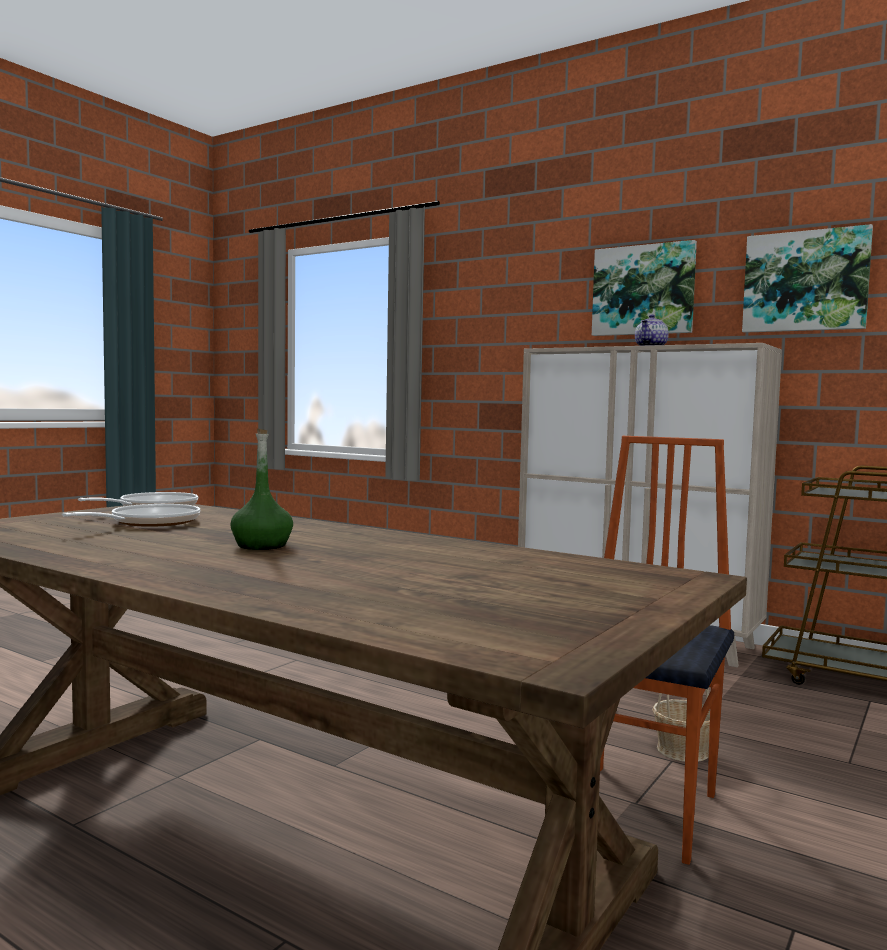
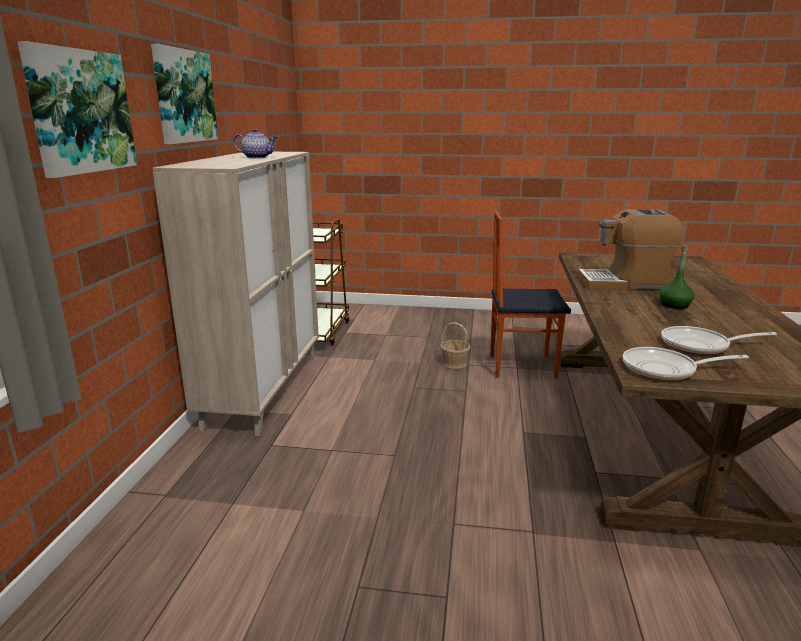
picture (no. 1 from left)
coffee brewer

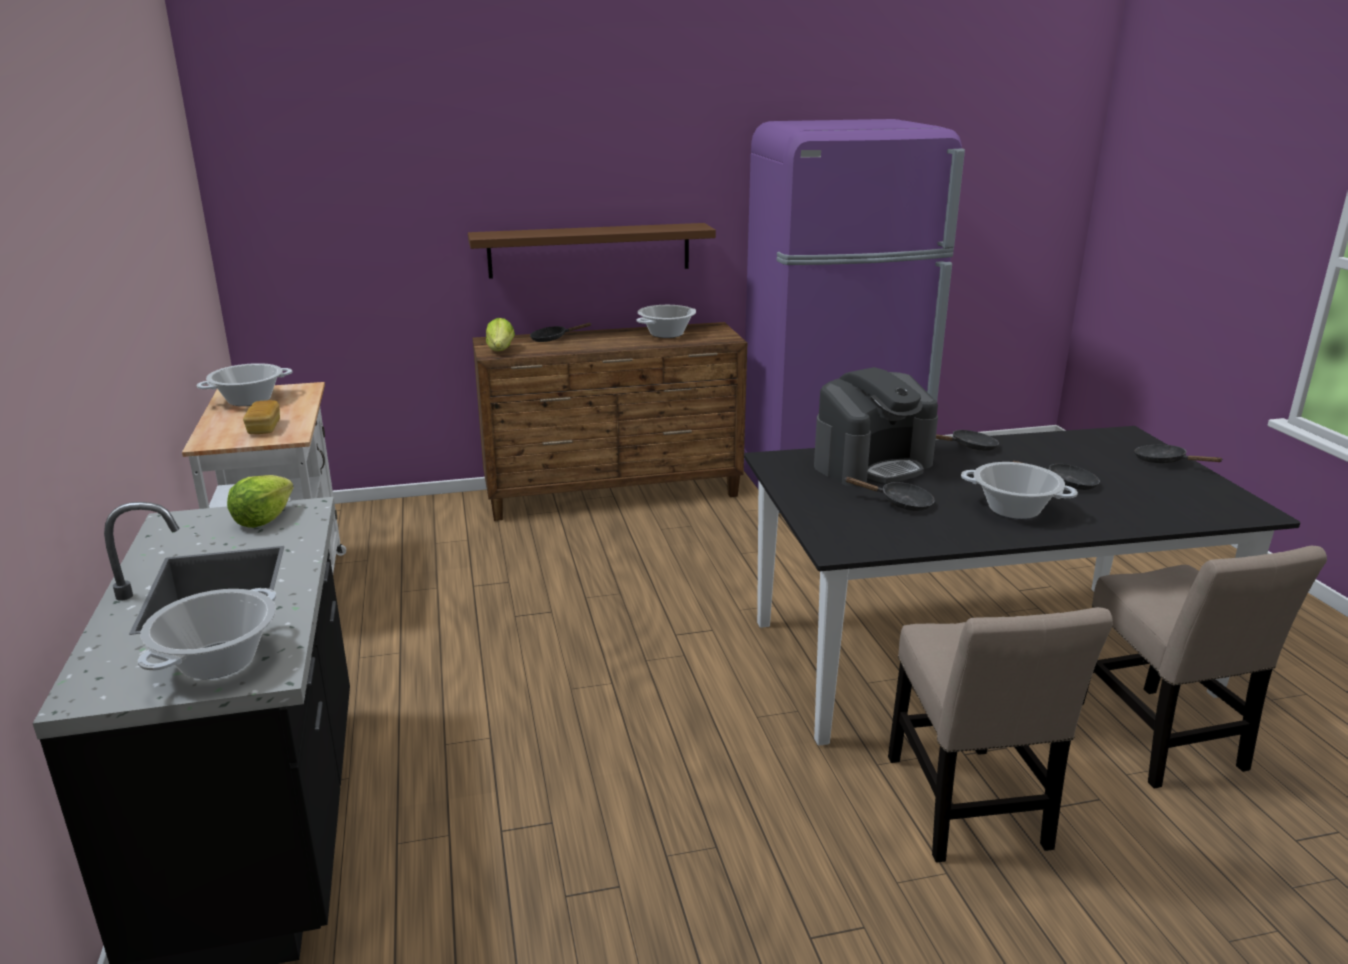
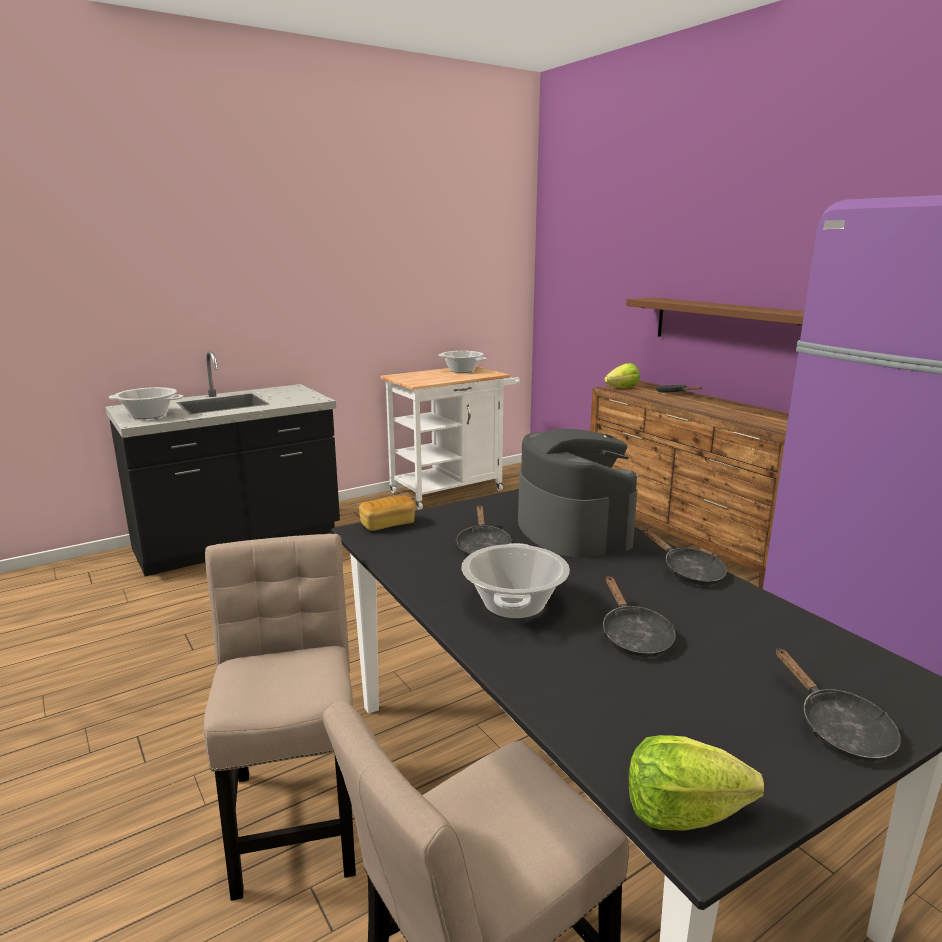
cooking pot (no. 3 from left in the first image)
coffee brewer
bakery bread
skillet (black-coloured) (no. 5 from left)
lettuce head (no. 2 from left)
upright chair (sand-coloured) (no. 1 from left)

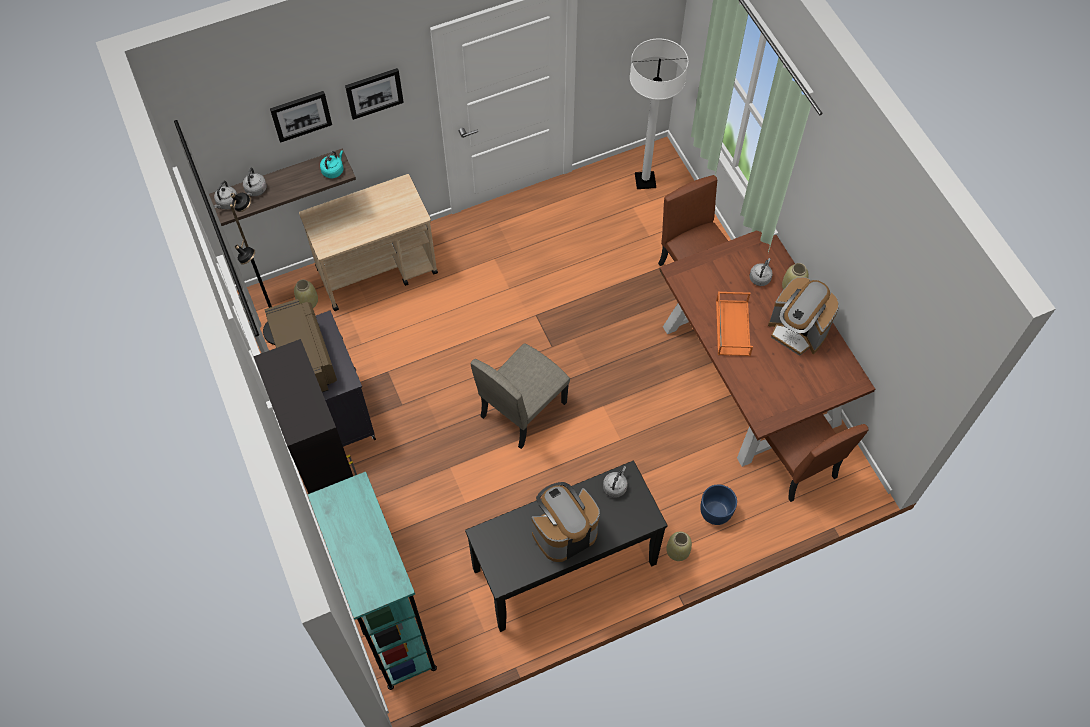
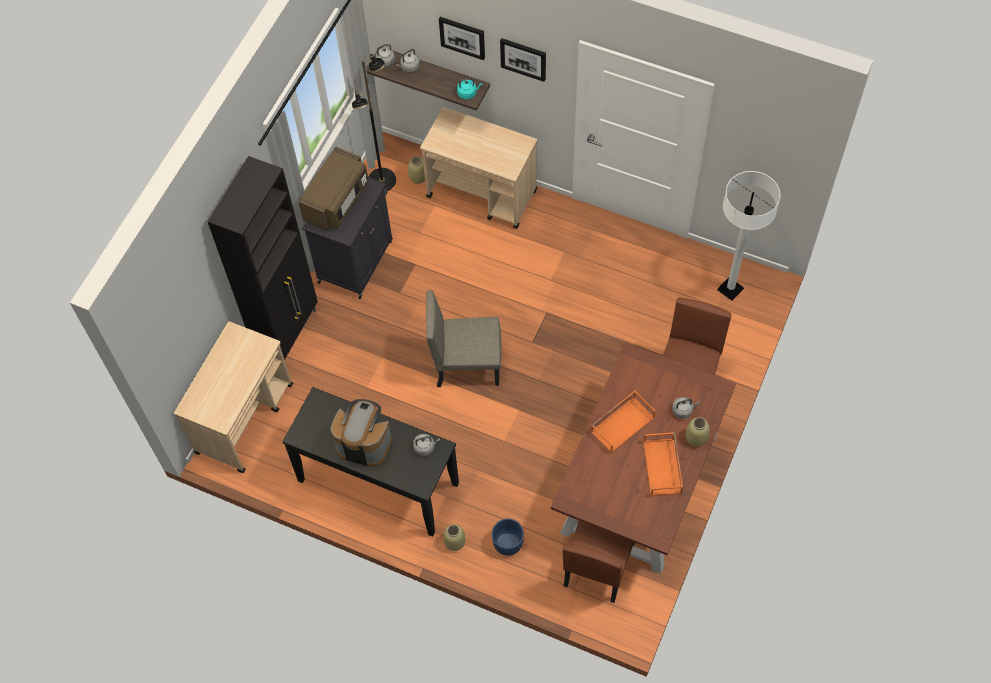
tray (orange) (no. 2 from left)
cart (sand-coloured) (no. 1 from left)

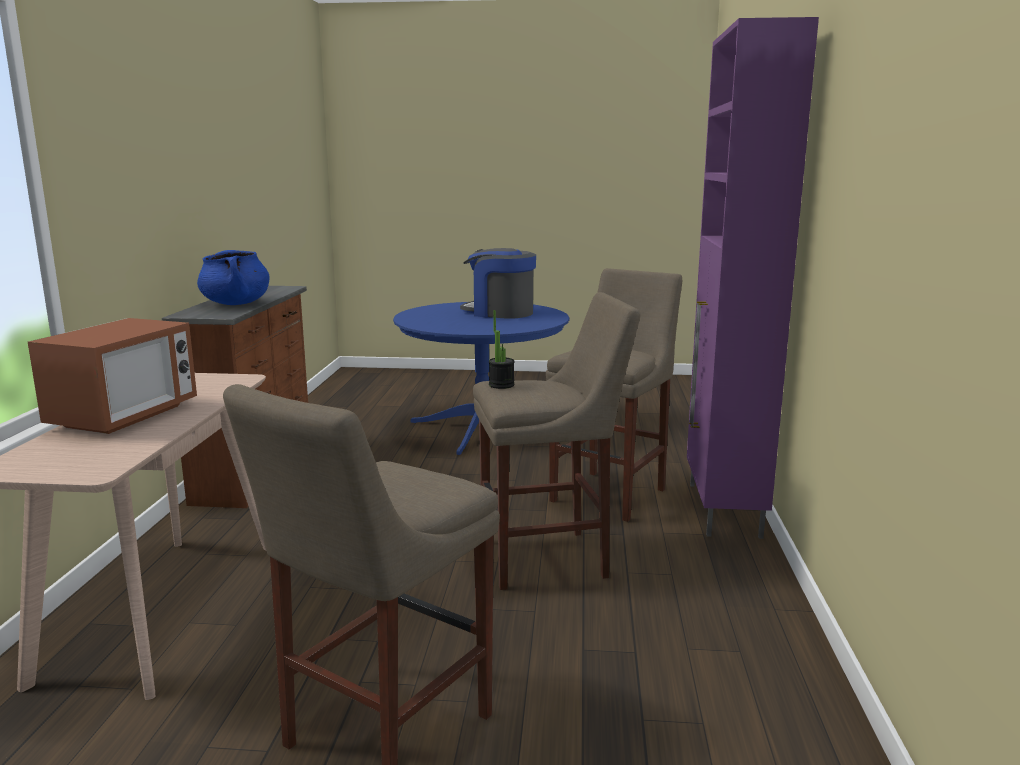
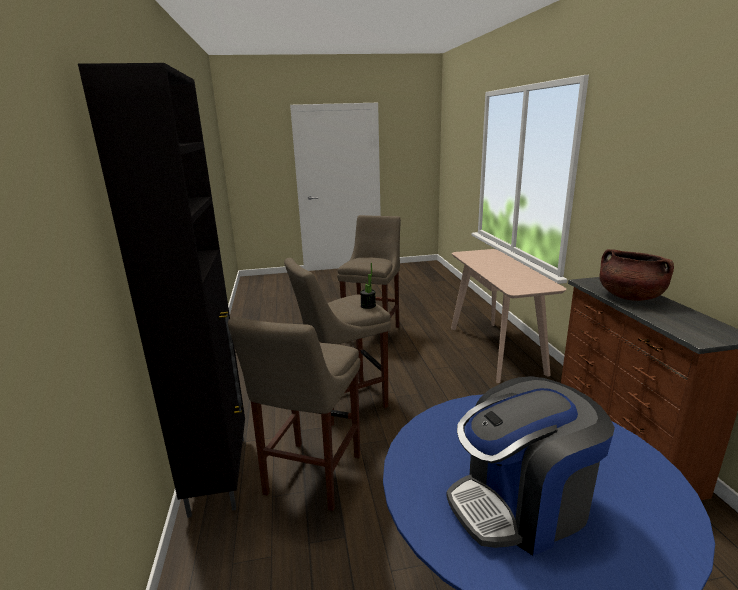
cabinet (black-coloured)
coffee brewer
cooking pot (brown-coloured)
kitchen microwave

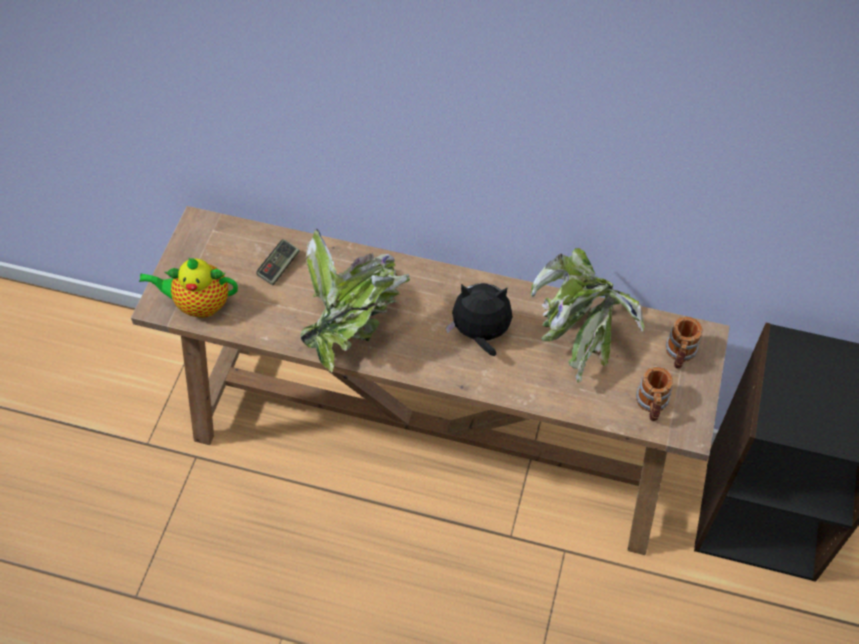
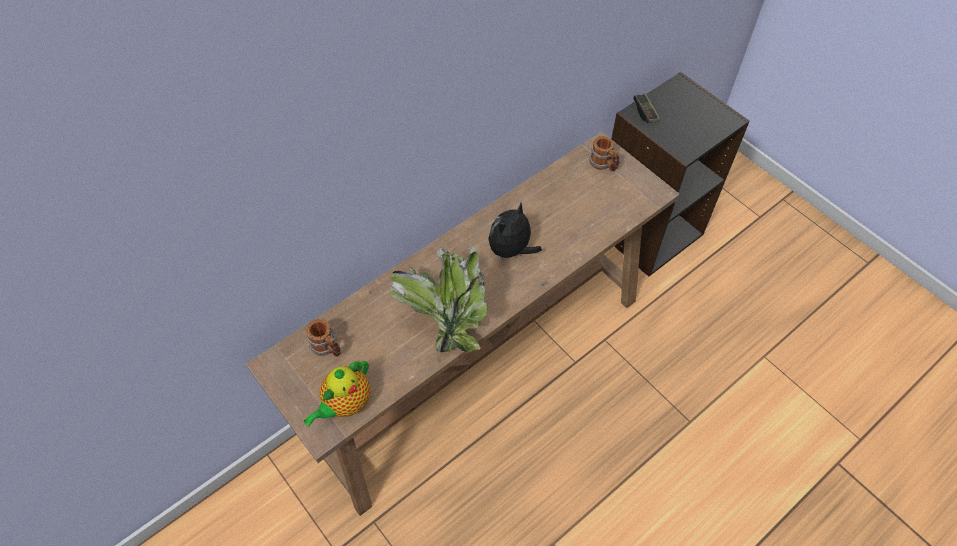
game controller
potted plant (no. 2 from left in the first image)
mug (no. 1 from left)

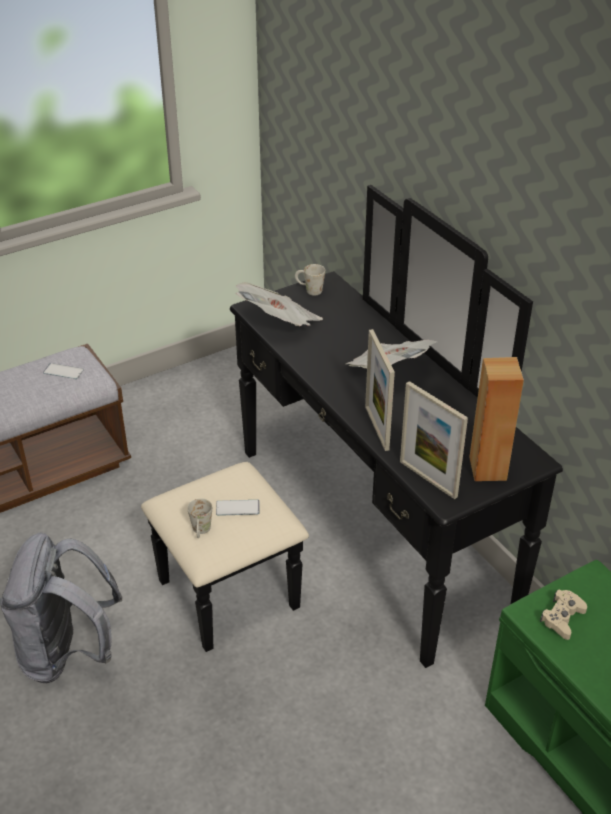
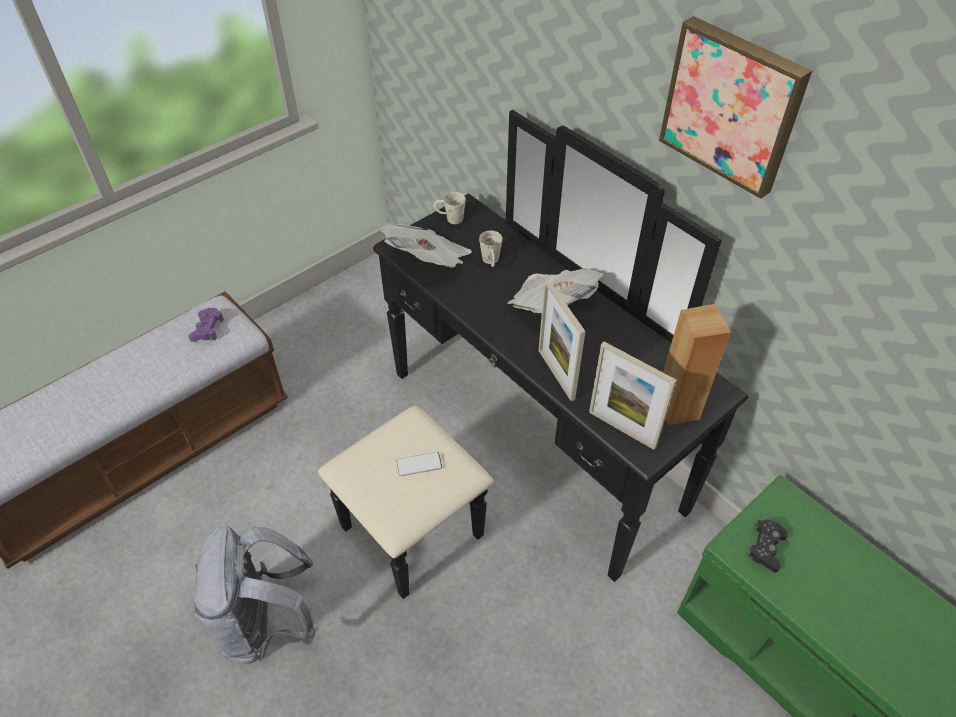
game controller (purple-coloured)
mug (white) (no. 2 from left)
game controller (black-coloured)
picture

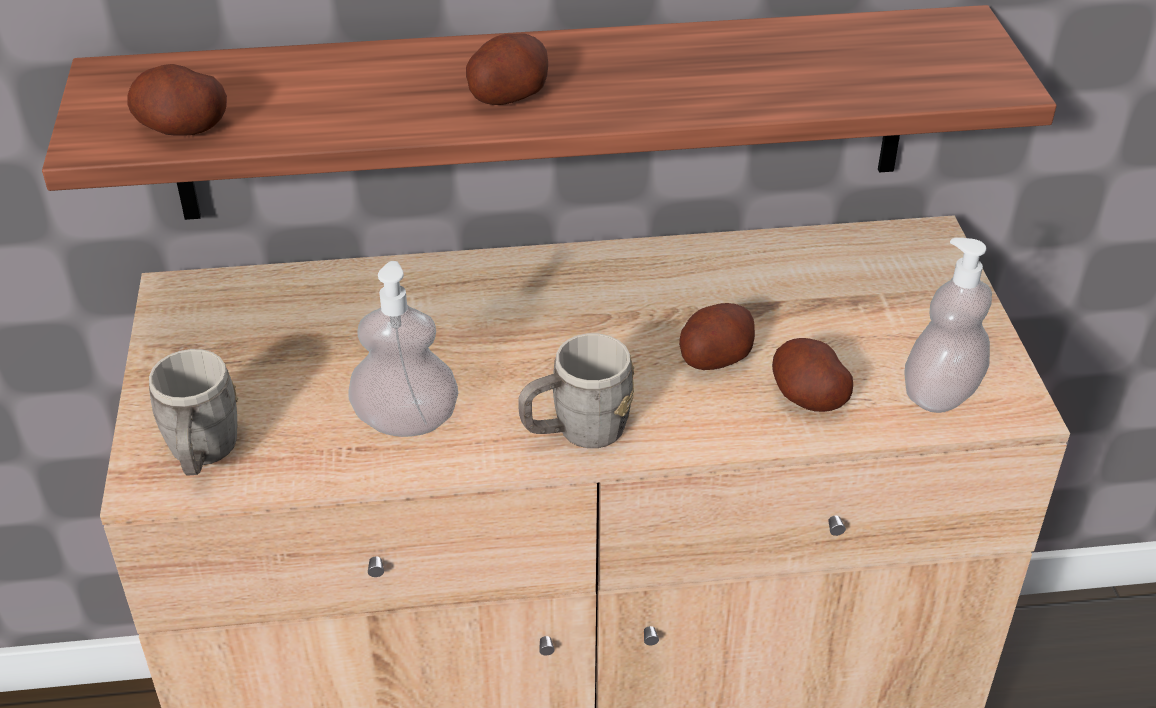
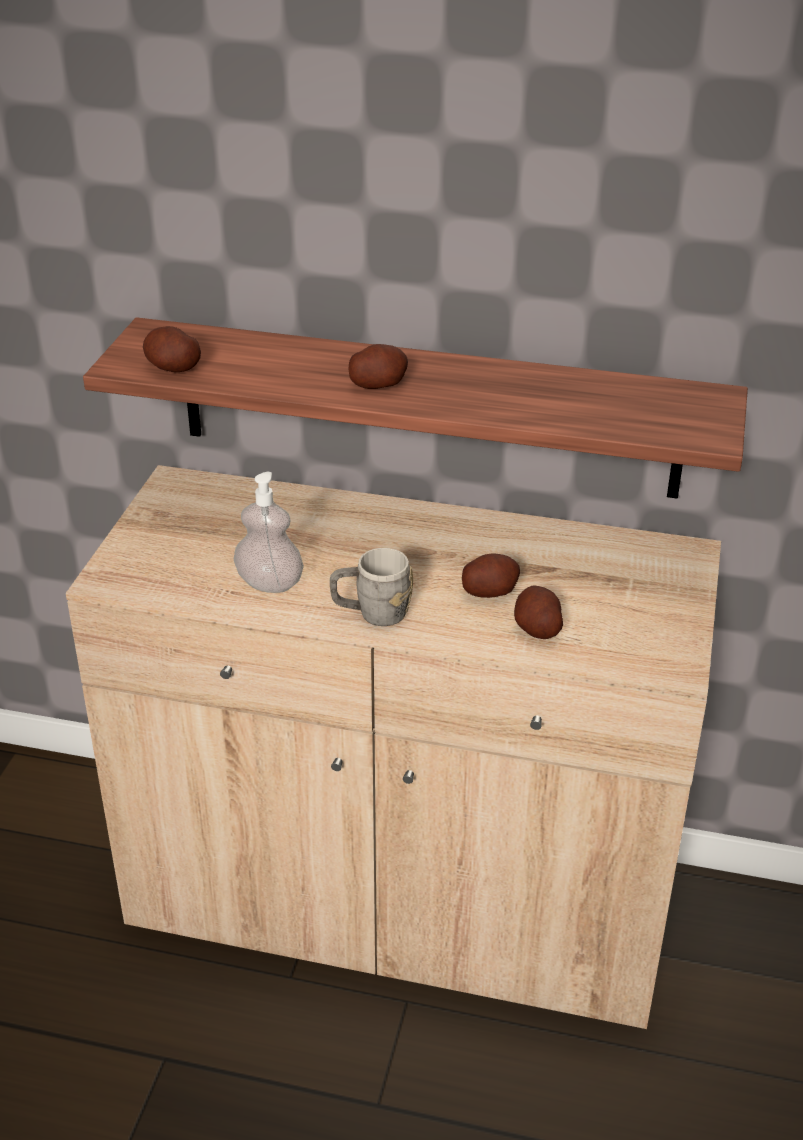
soap bottle (no. 2 from left in the first image)
mug (greyish) (no. 1 from left in the first image)

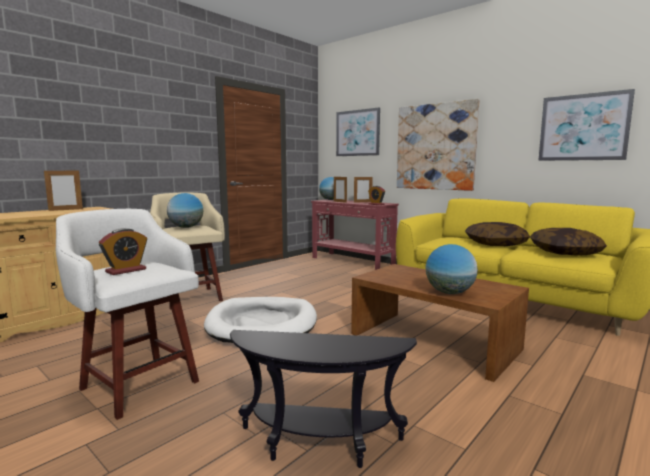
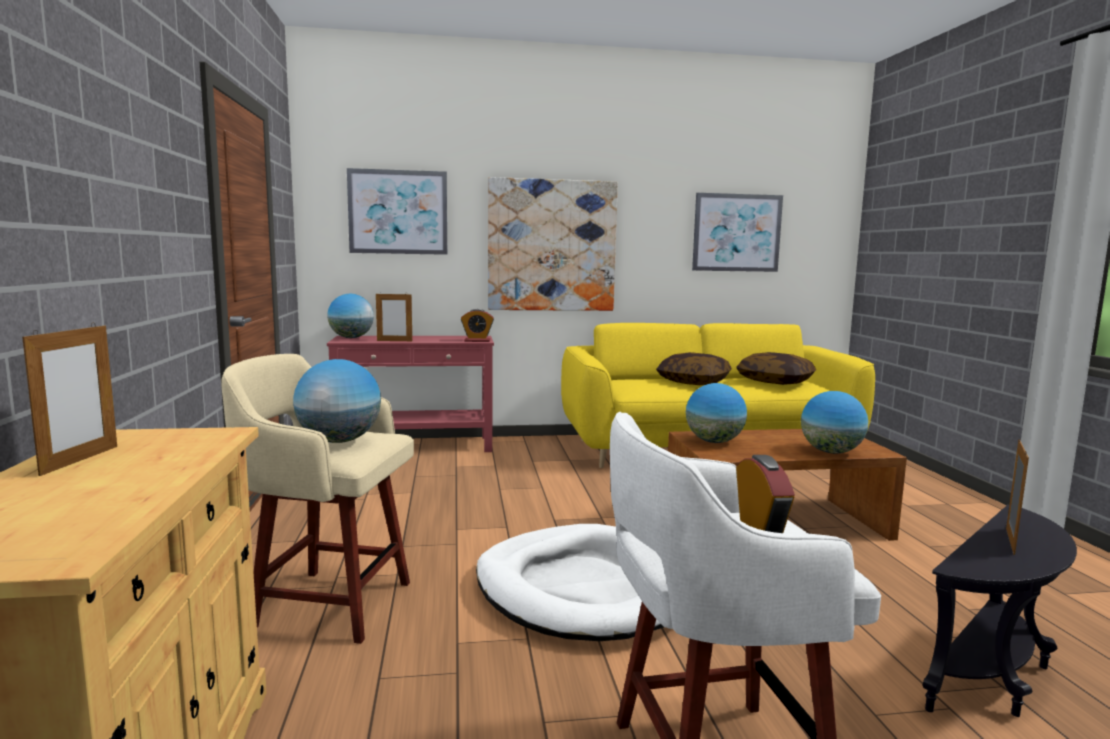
picture frame (no. 3 from left)
desk globe (no. 3 from left)

